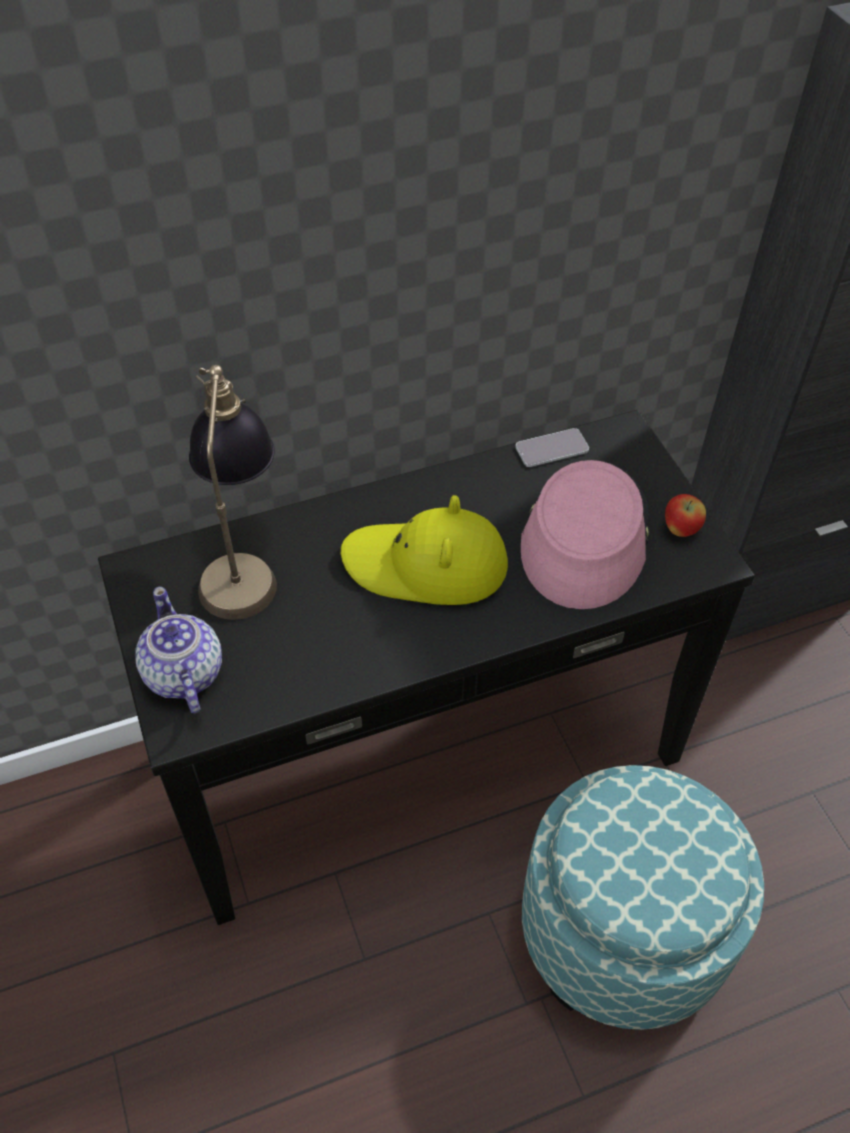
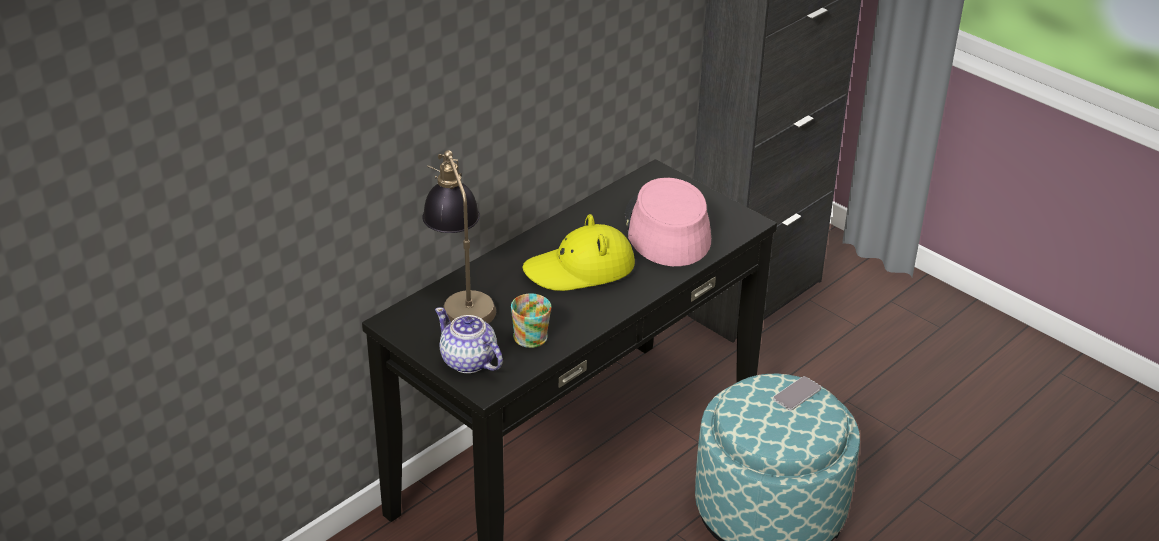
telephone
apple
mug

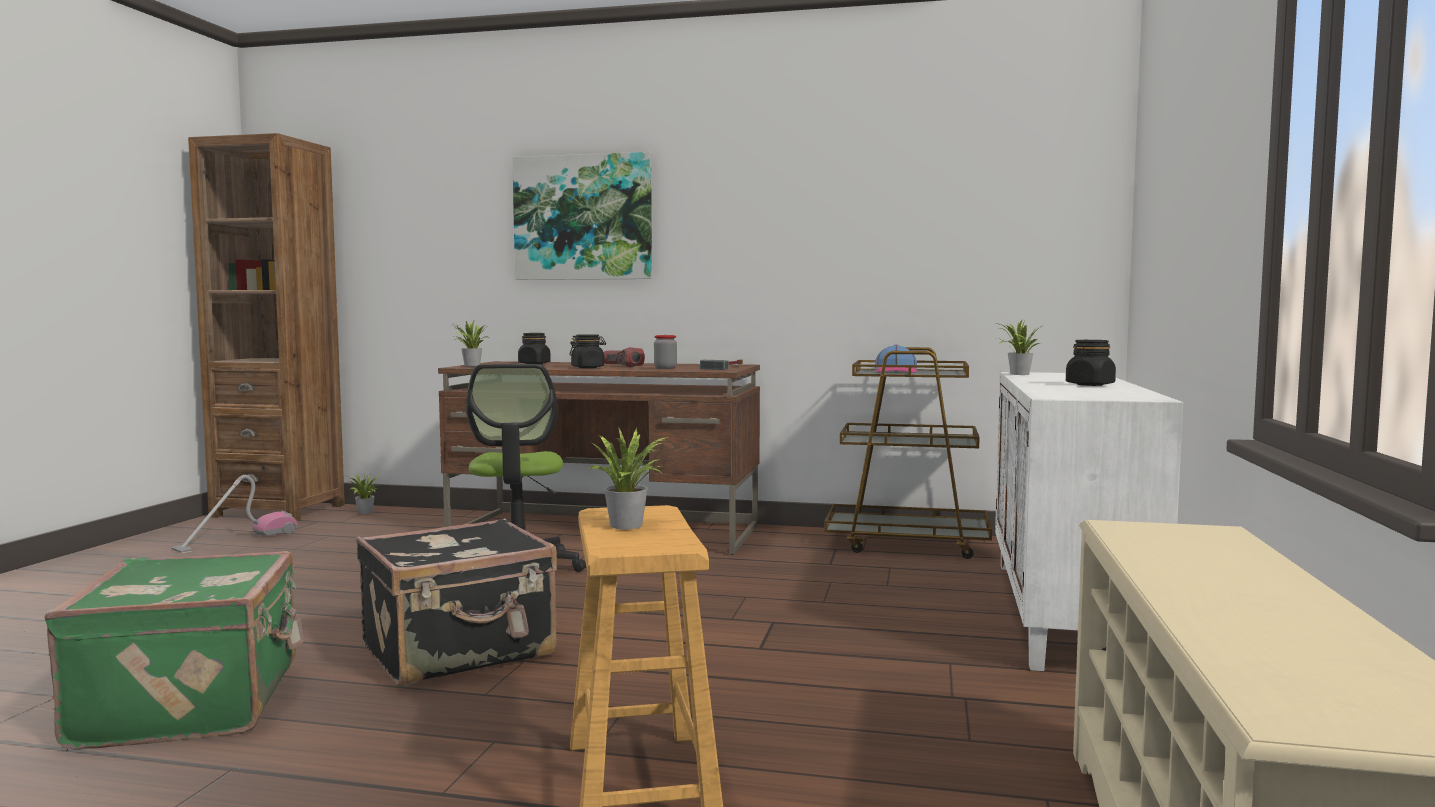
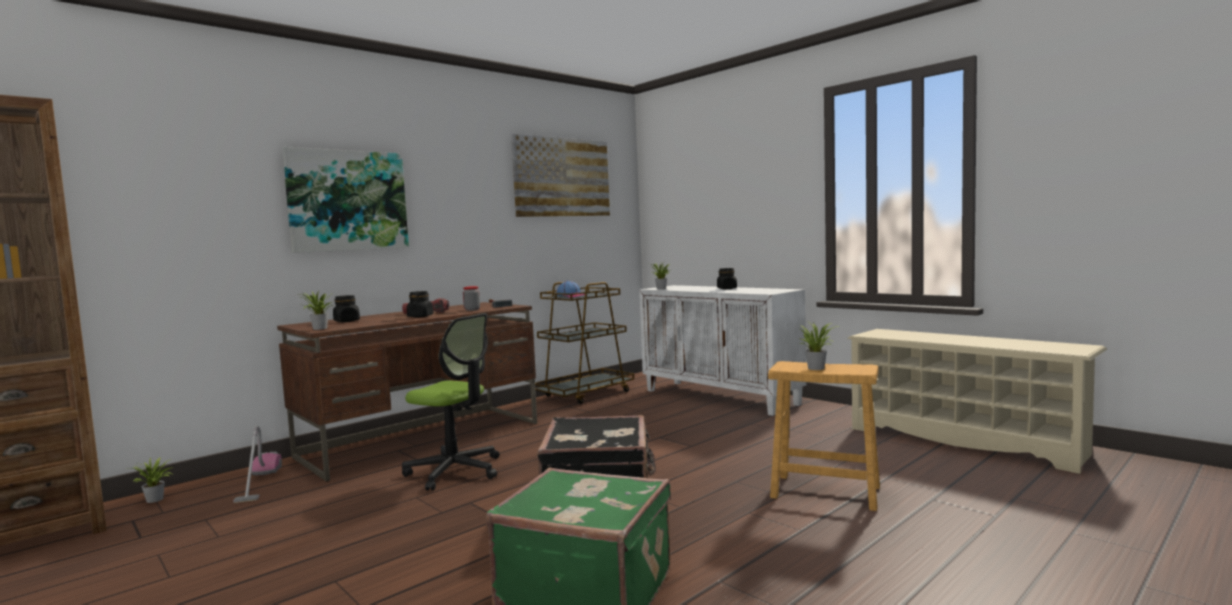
vacuum
picture (no. 2 from left)

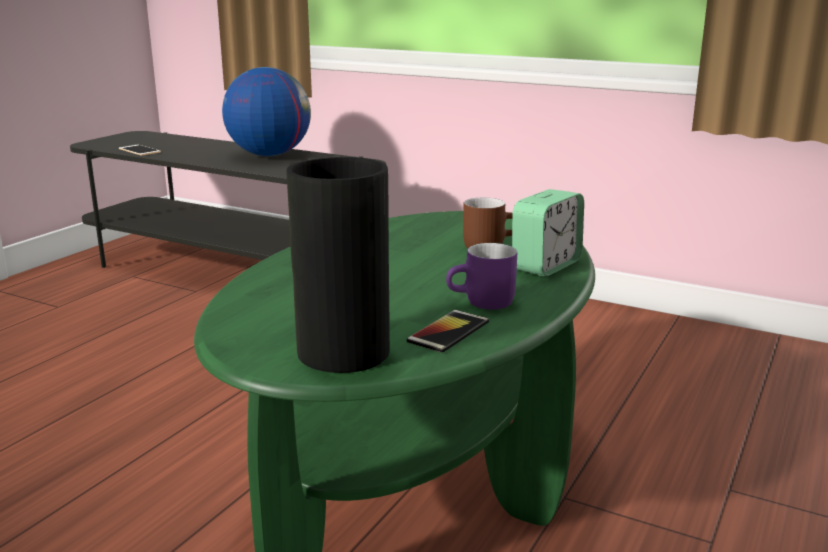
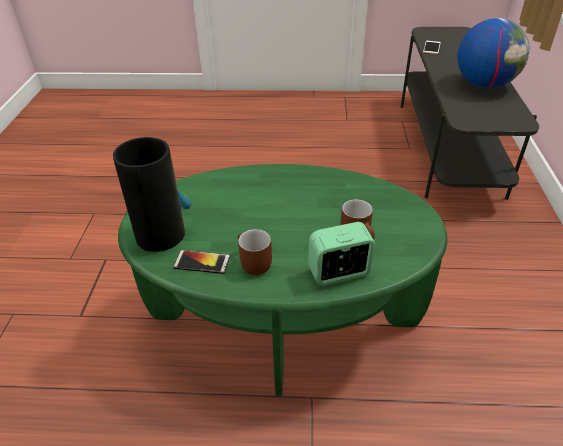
alarm clock
mug (brown-coloured) (no. 1 from left)

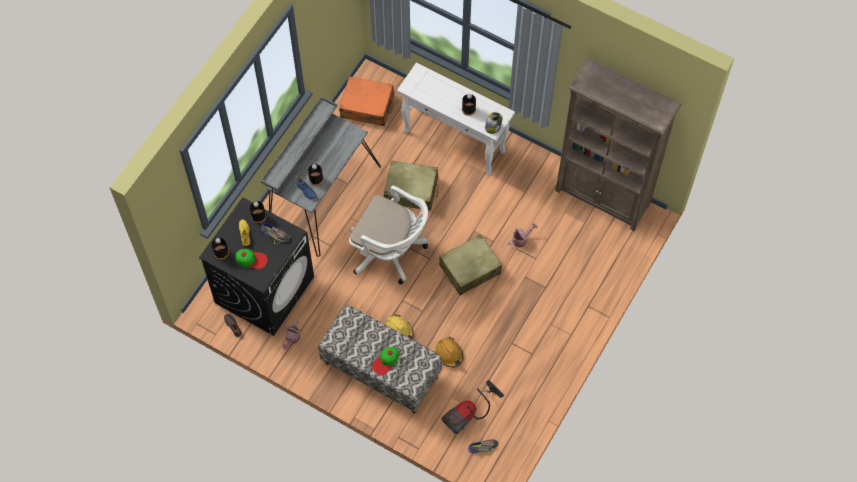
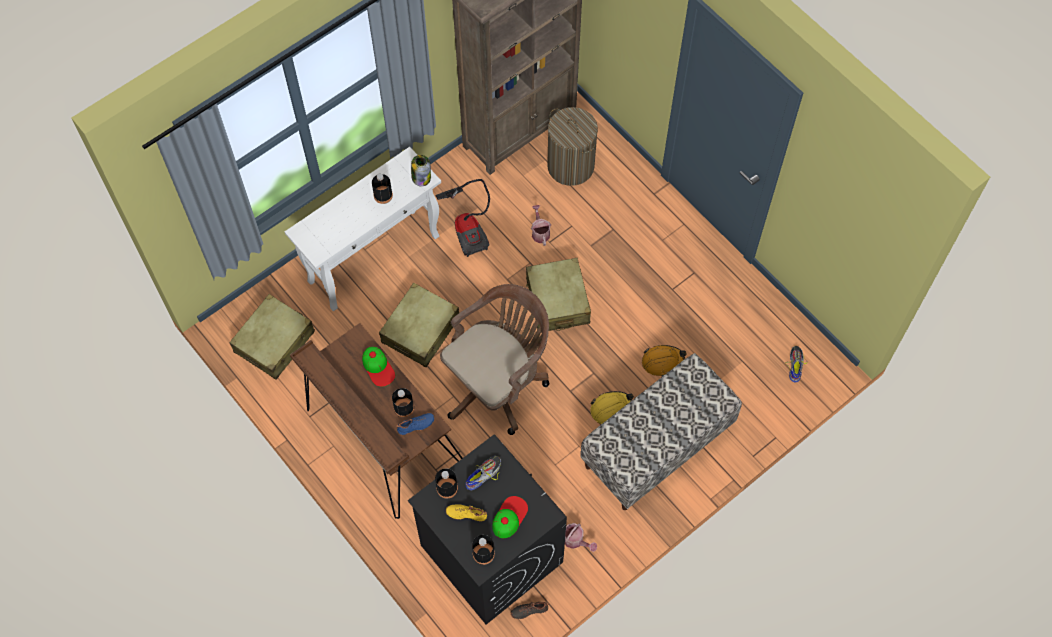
piece of luggage (sand-coloured) (no. 1 from left)
desk unit (brown-coloured)
desk chair (brown-coloured)
peaked cap (no. 1 from left)
vacuum
washing basket

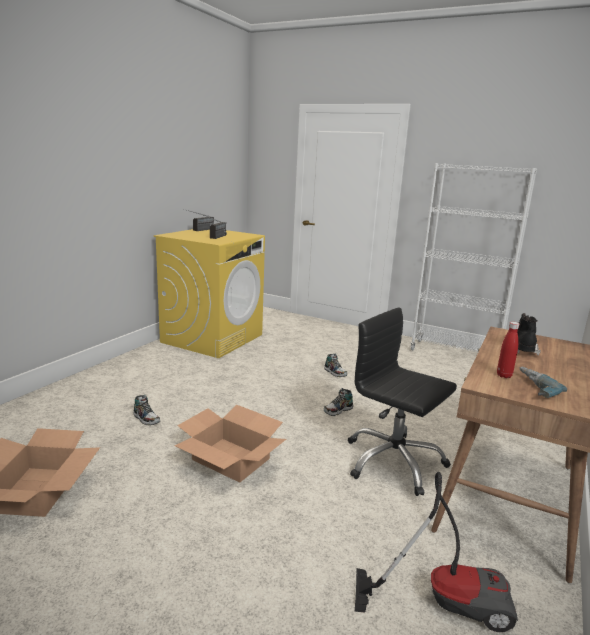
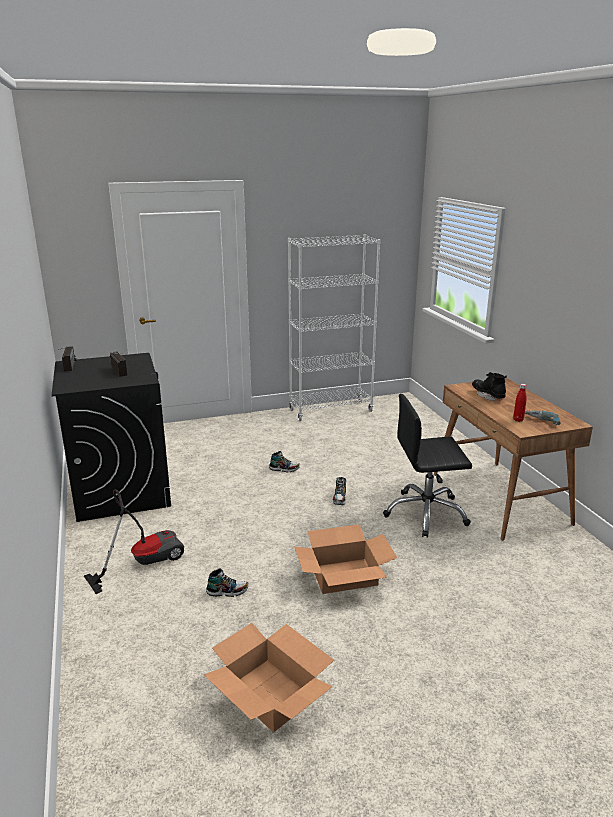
washing machine (black-coloured)
vacuum

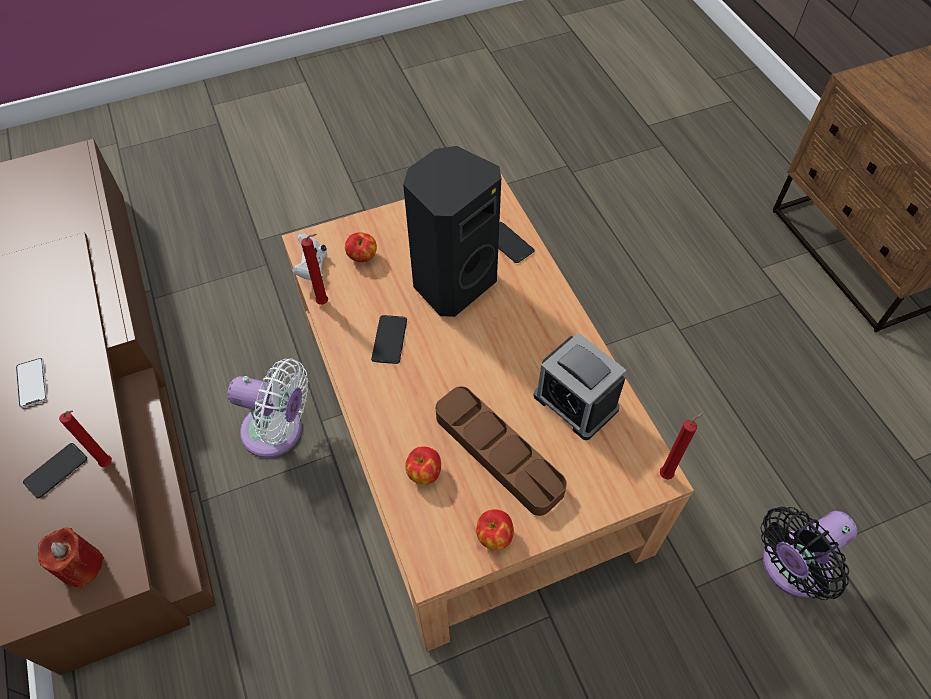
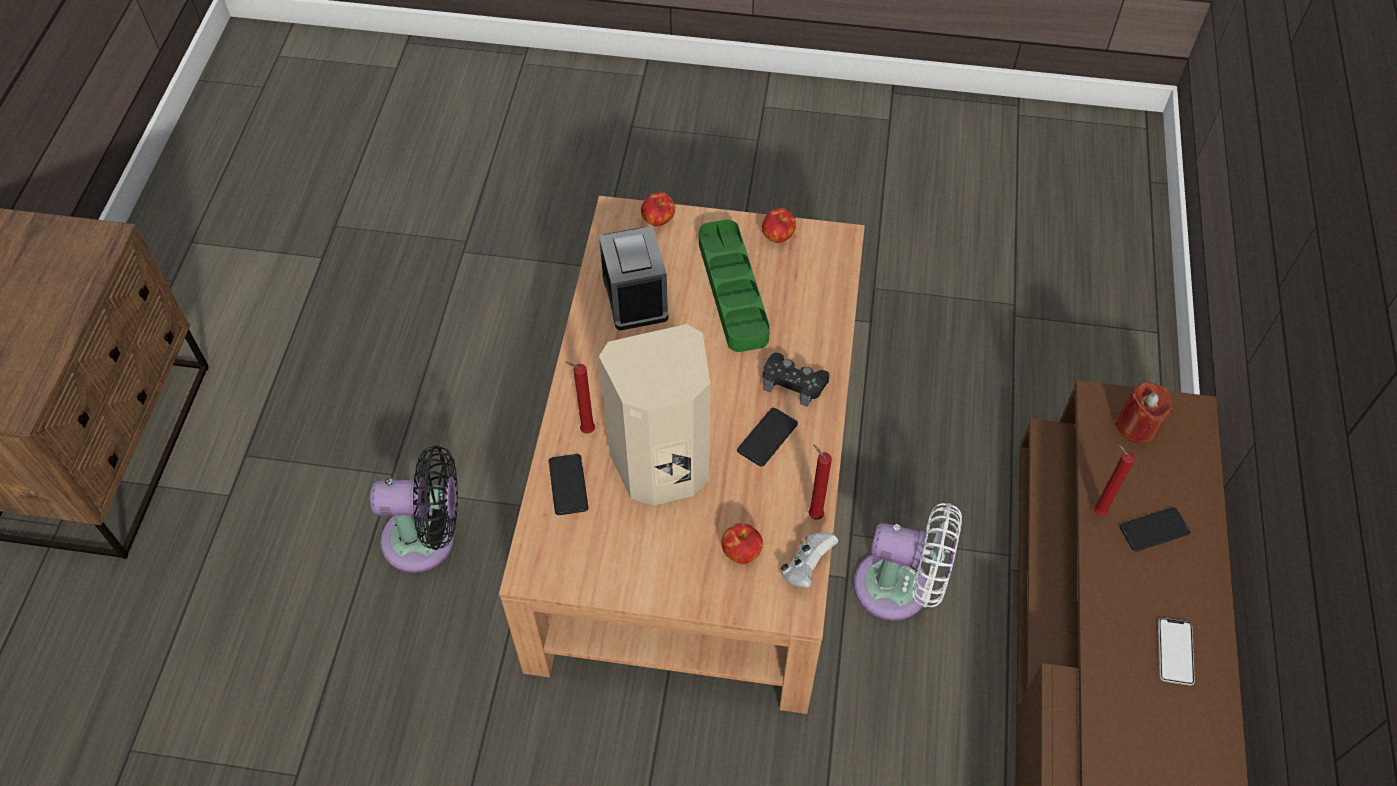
loudspeaker (sand-coloured)
cooling fan (white)
tray (green)
wax candle (red) (no. 1 from left)
apple (no. 1 from left)
cooling fan (black-coloured)
game controller (black-coloured)

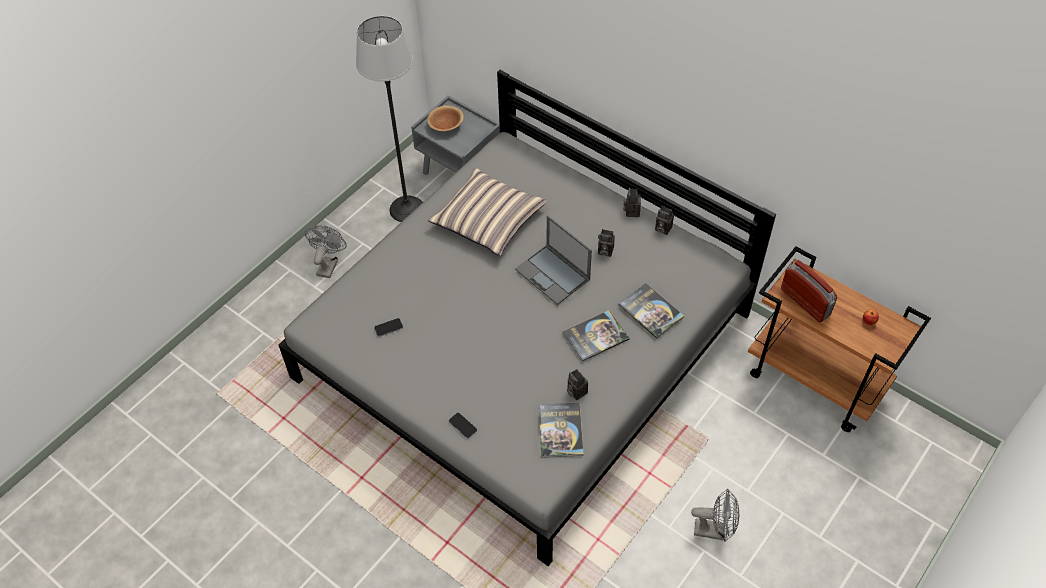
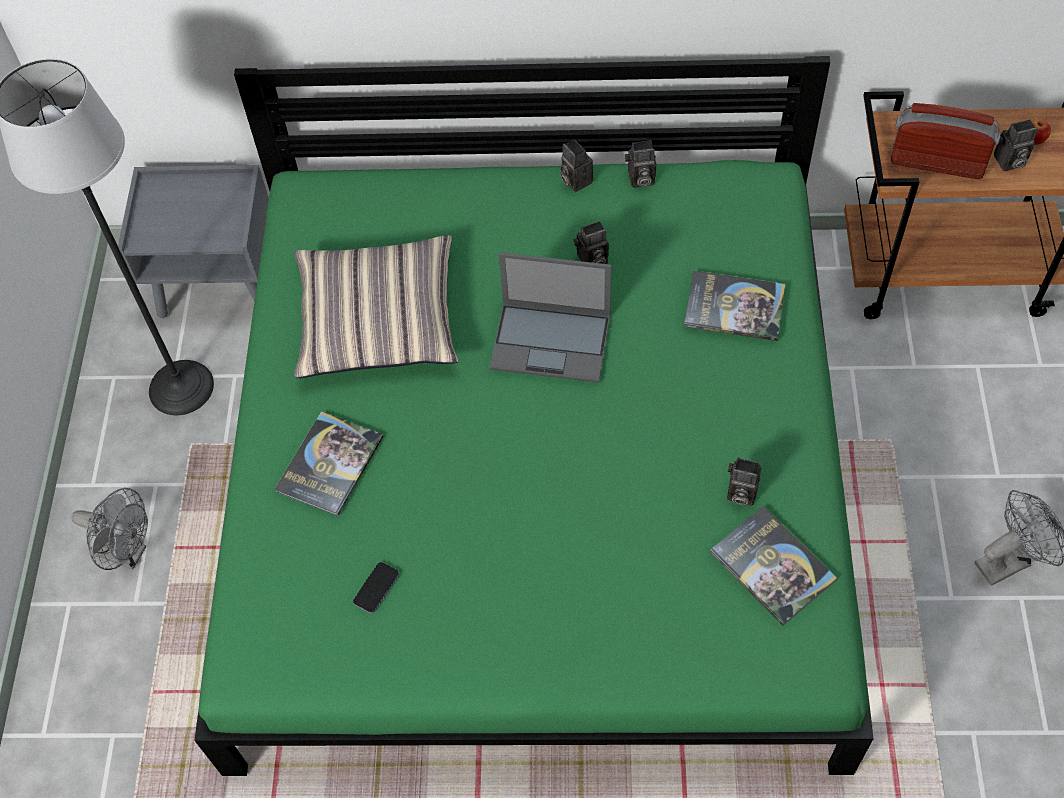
bed (green)
bowl (brown-coloured)
cooling fan (greyish) (no. 1 from left)
book (no. 1 from left)
telephone (no. 2 from left in the first image)
photo camera (no. 5 from left)

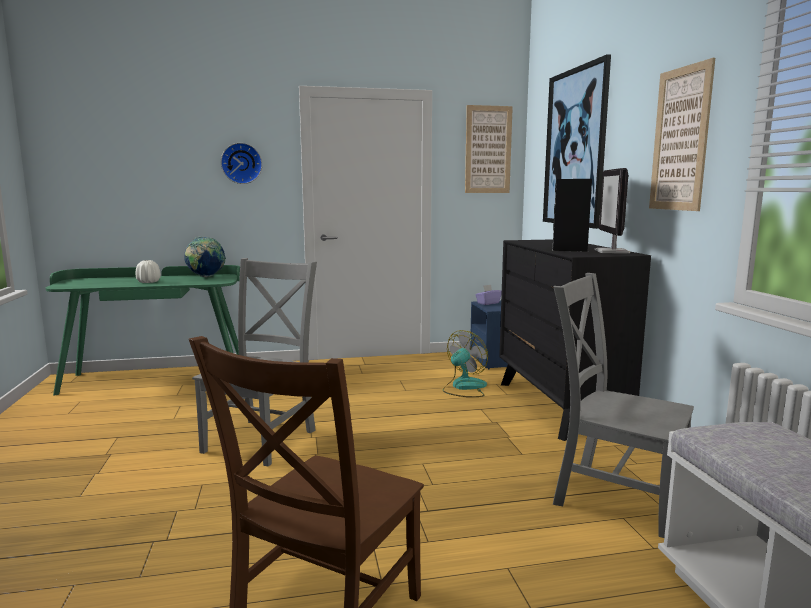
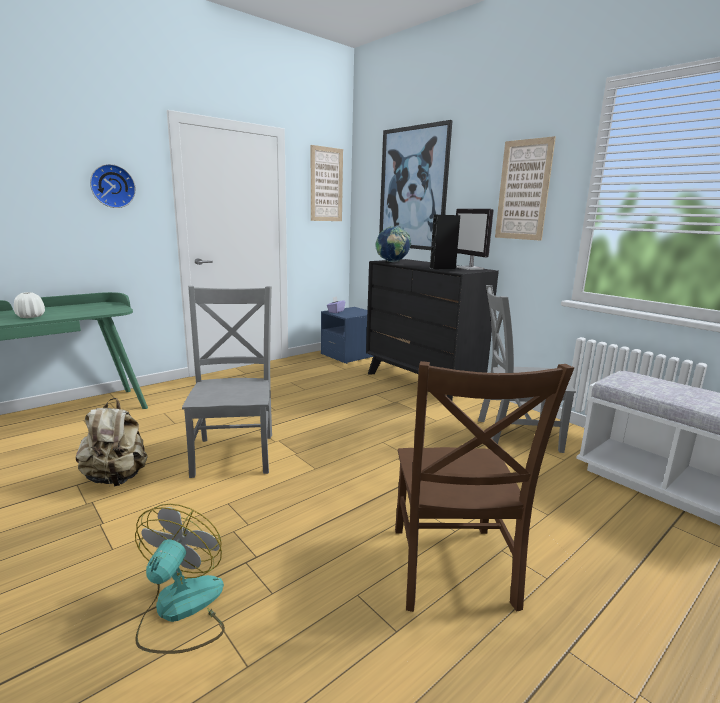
desk globe
cooling fan
rucksack (sand-coloured)

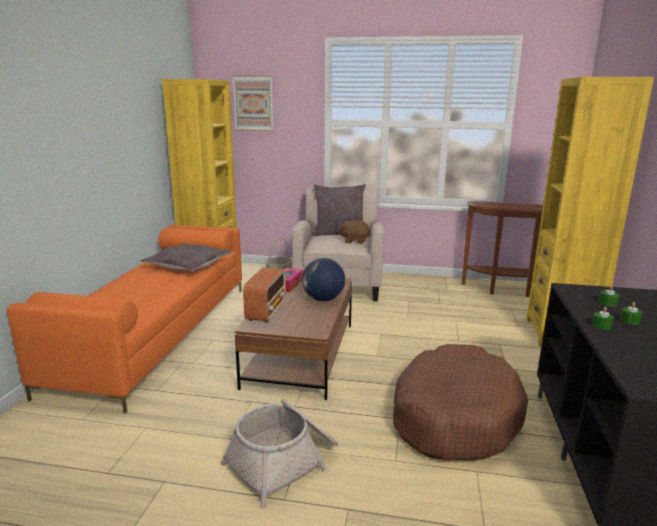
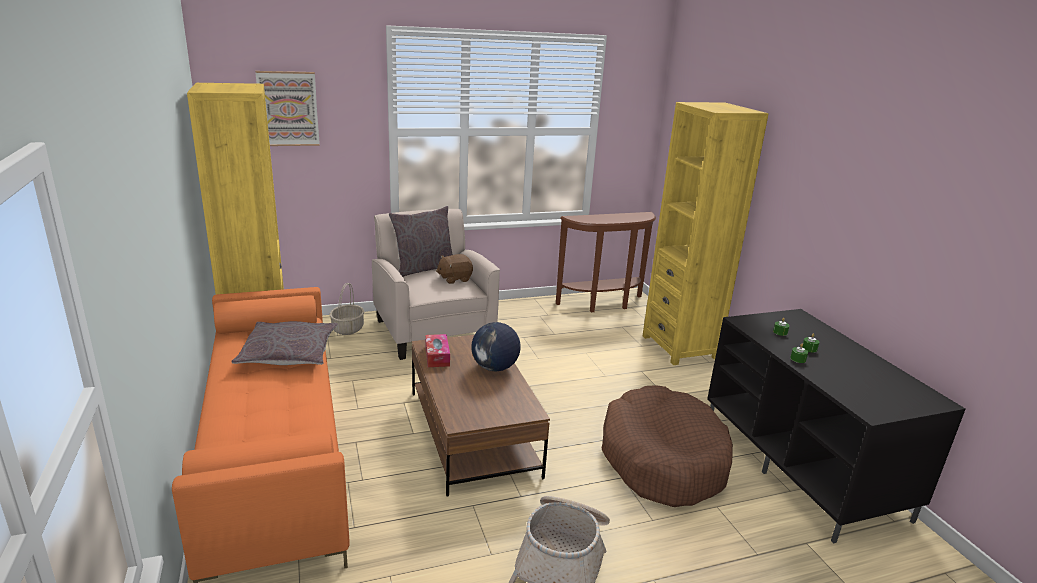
radio set

